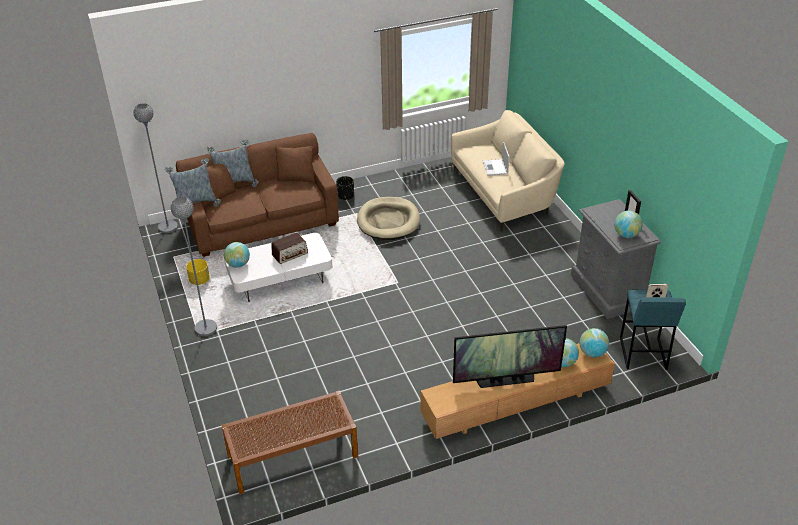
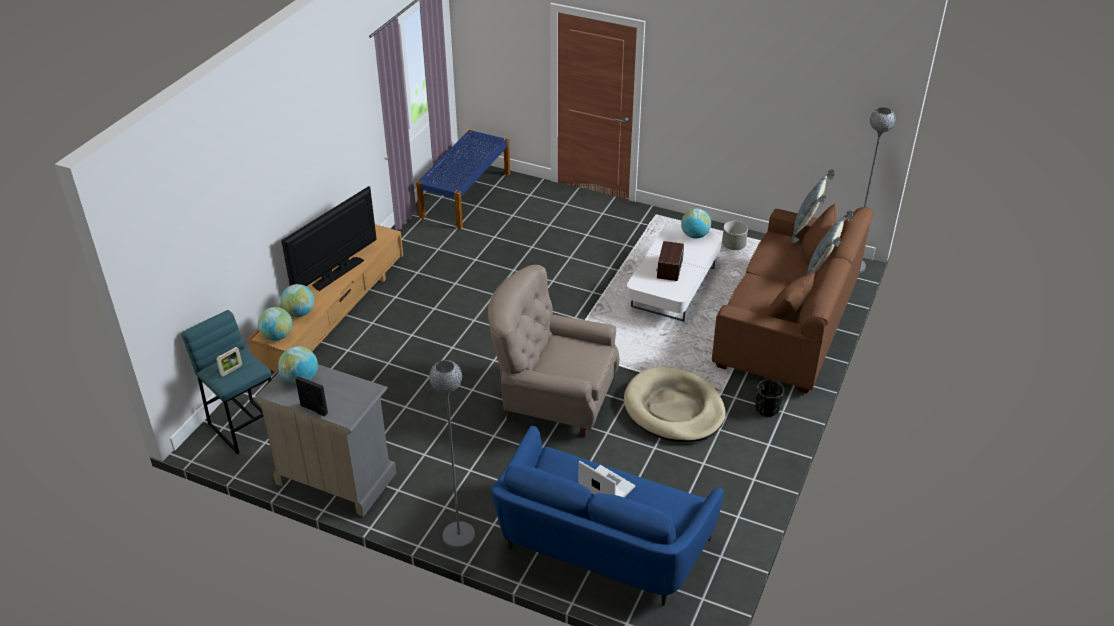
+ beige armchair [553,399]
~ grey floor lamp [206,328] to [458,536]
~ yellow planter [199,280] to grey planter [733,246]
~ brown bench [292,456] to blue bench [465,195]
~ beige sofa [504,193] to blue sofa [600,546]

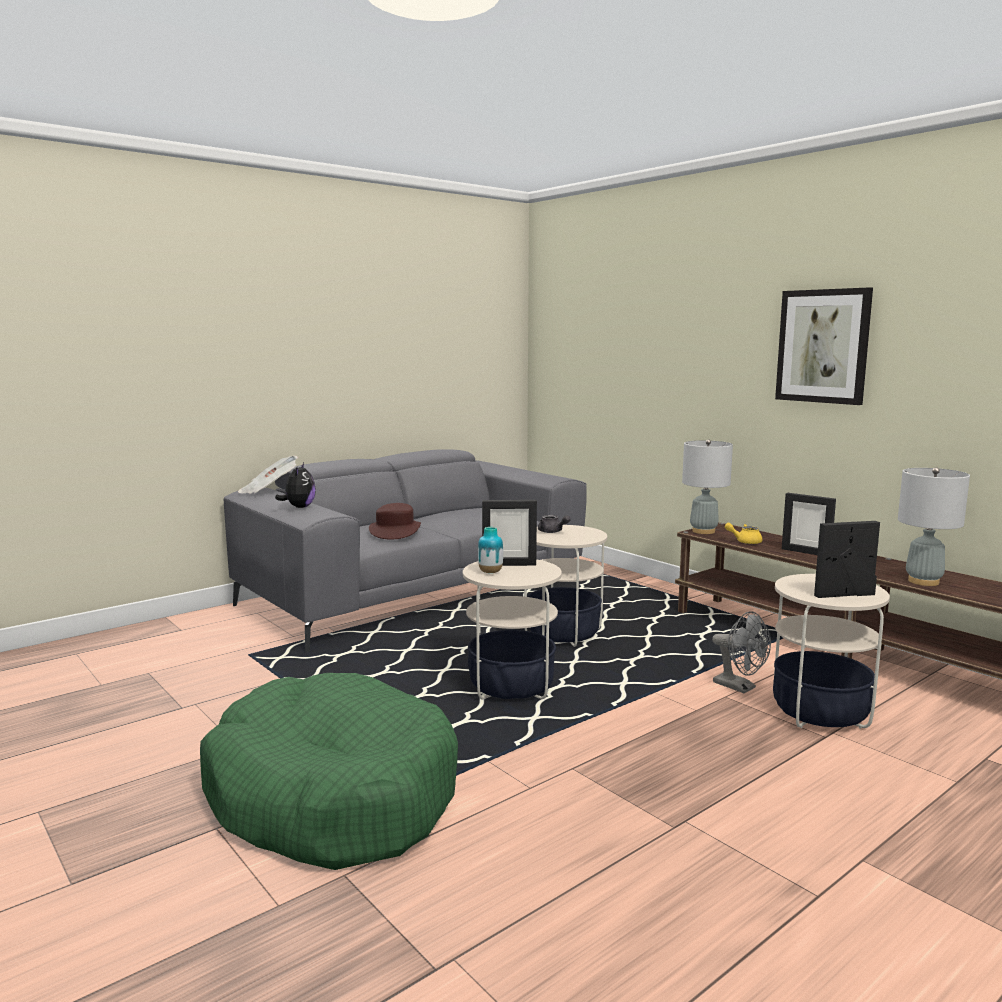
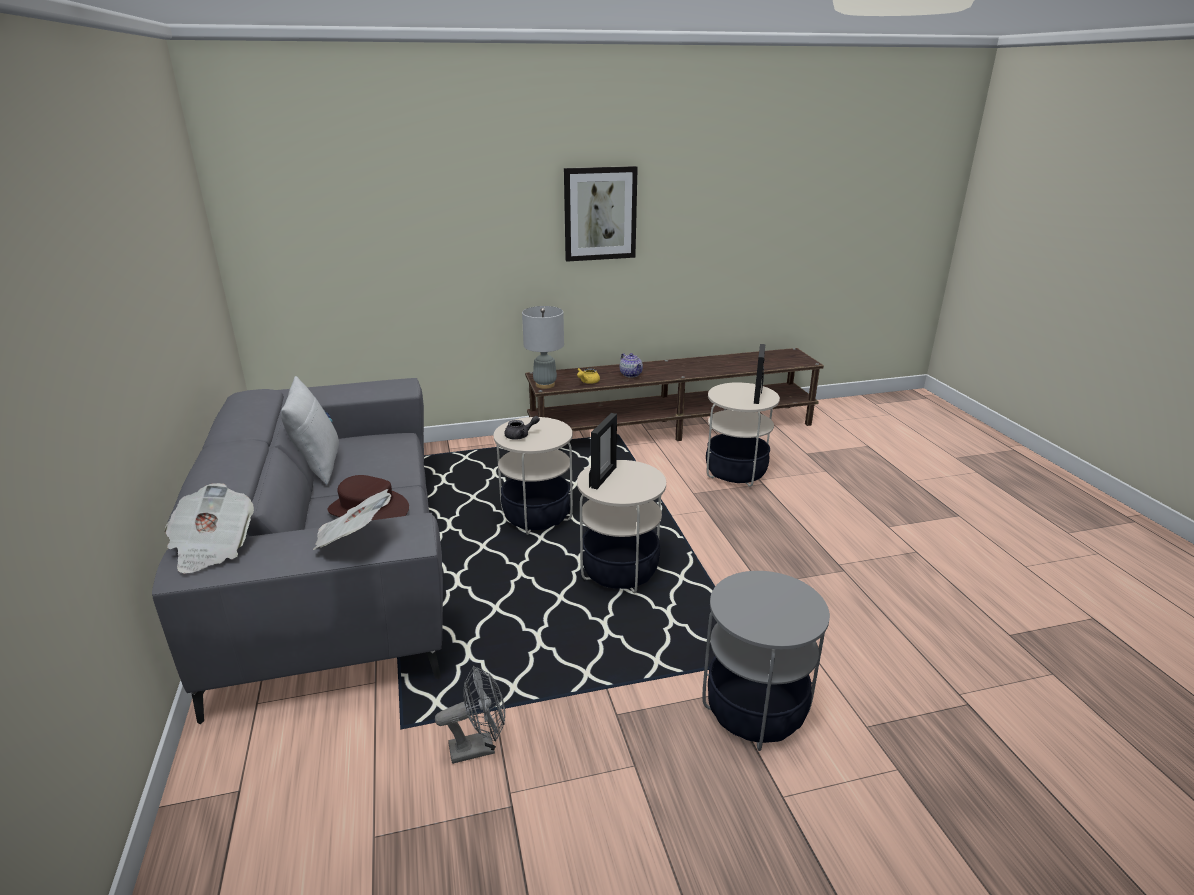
- vase [490,572]
- grey table lamp [923,581]
+ grey pillow [318,466]
~ grey fan [740,687] to [479,747]
~ green dog bed [332,795] to grey side table [754,713]
~ plush toy [299,507] to newspaper [353,538]
~ picture frame [806,552] to teapot [631,374]

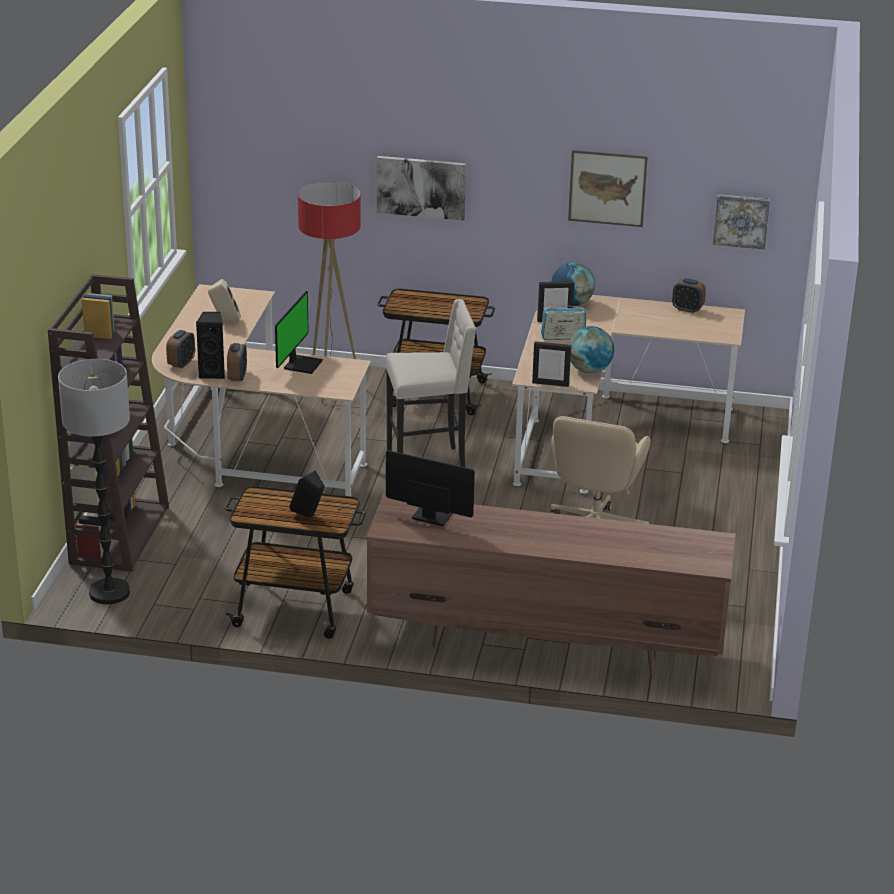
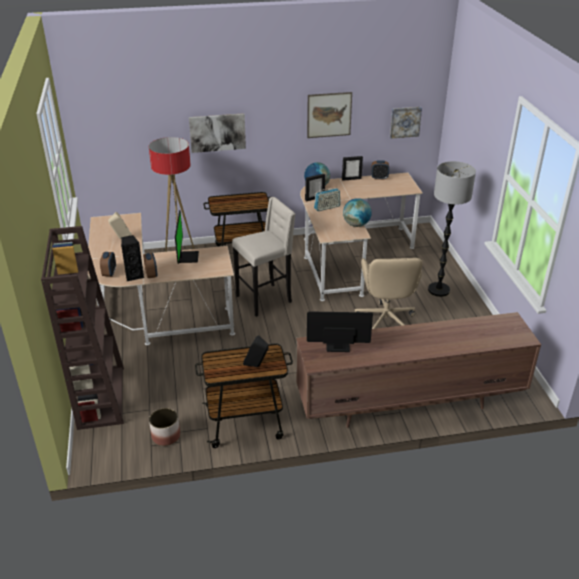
+ planter [166,436]
~ floor lamp [110,593] to [439,290]
~ picture frame [550,383] to [351,179]

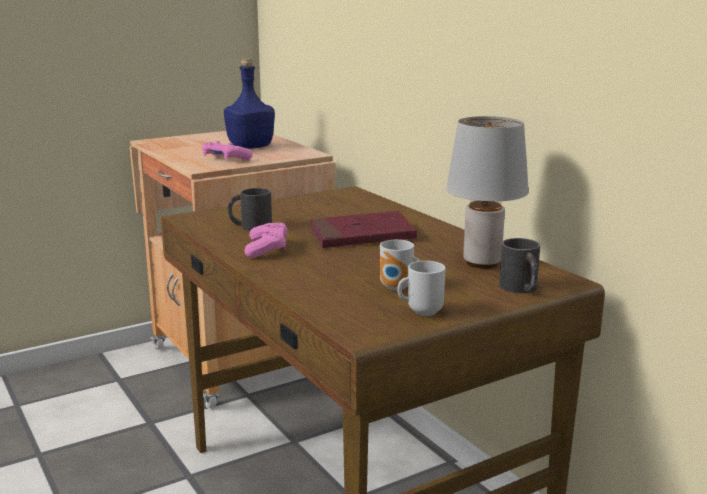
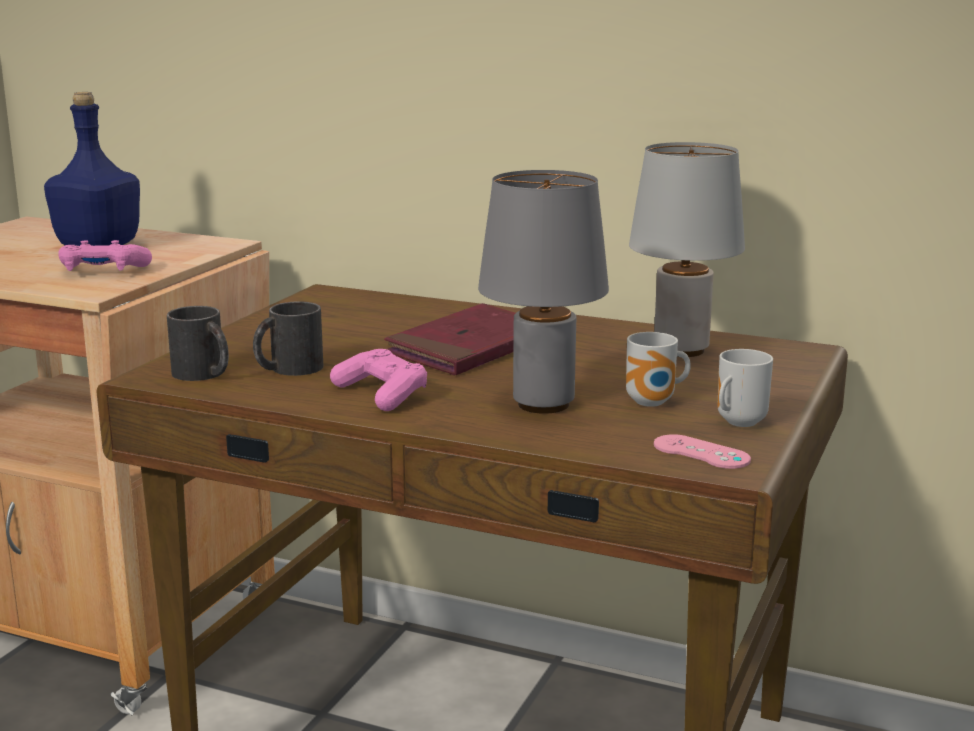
+ grey table lamp [542,405]
+ pink game controller [701,452]
~ black mug [521,289] to [205,374]

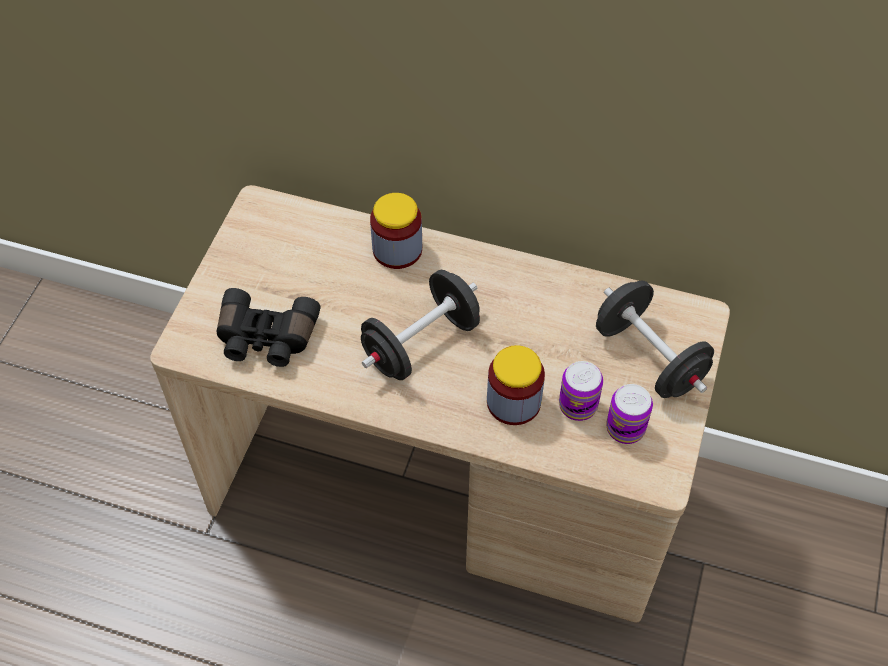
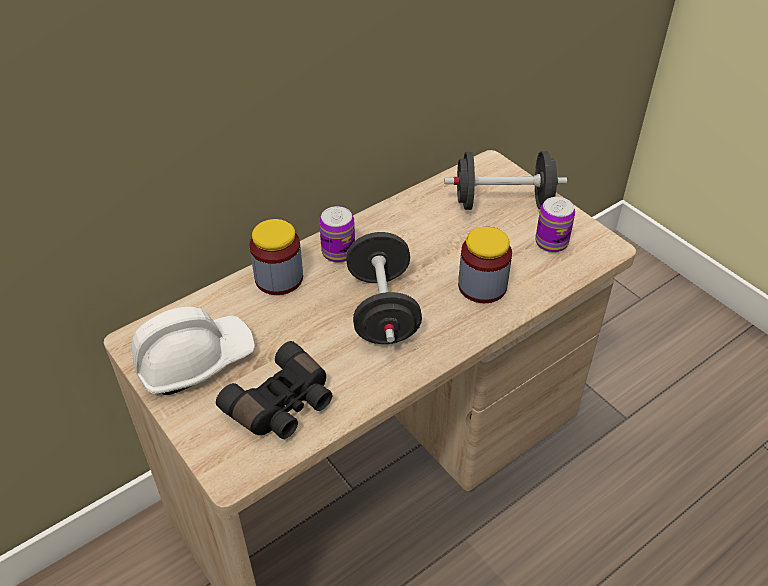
+ white hard hat [194,360]
~ can [578,405] to [338,252]

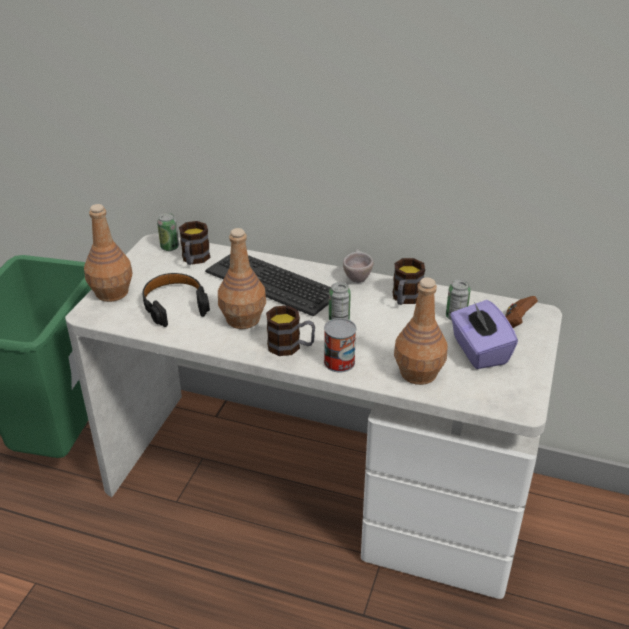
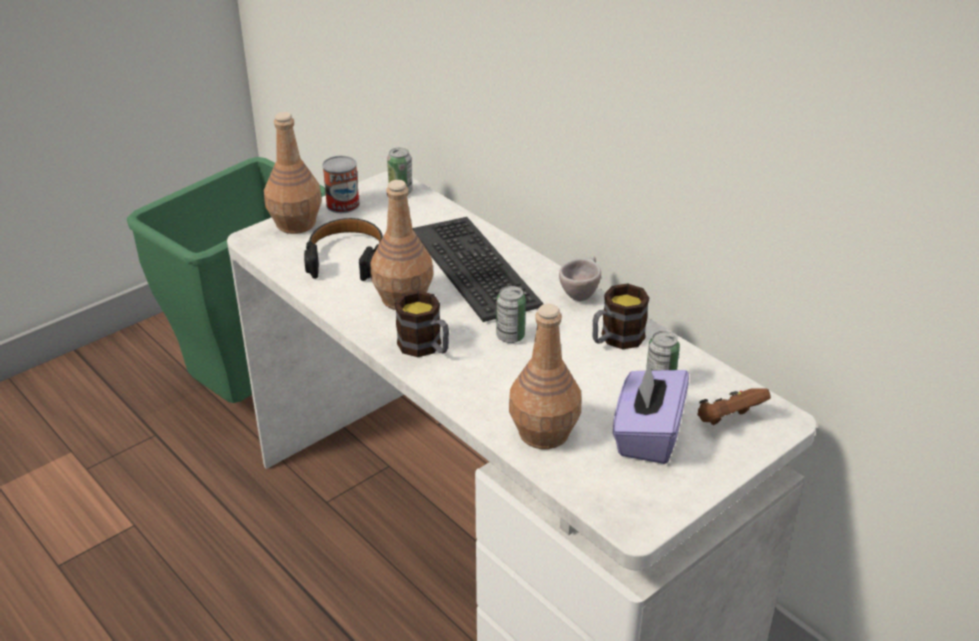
- mug [194,260]
~ can [339,362] to [343,204]

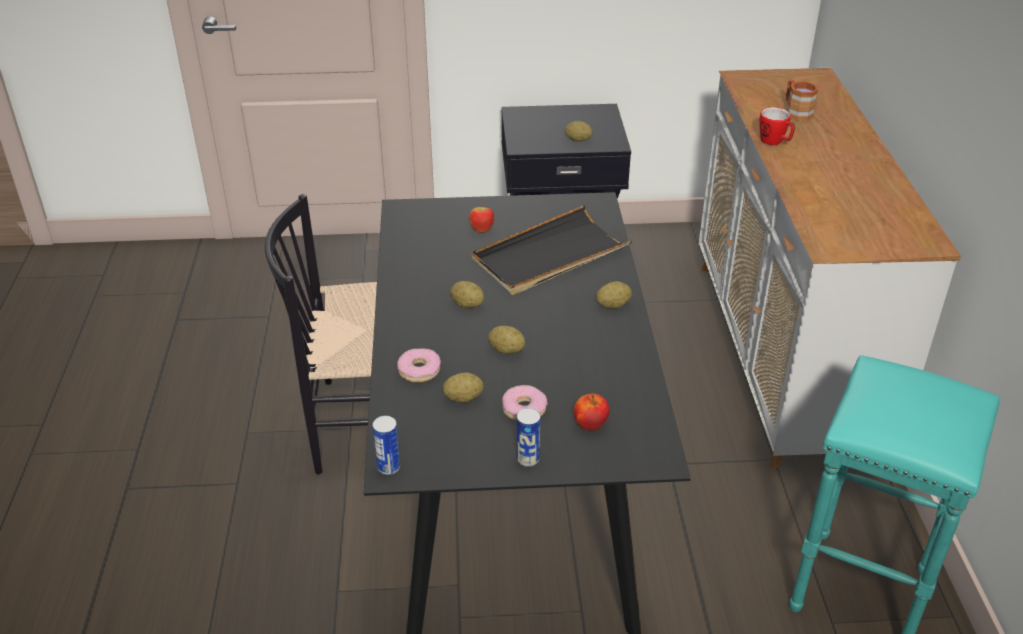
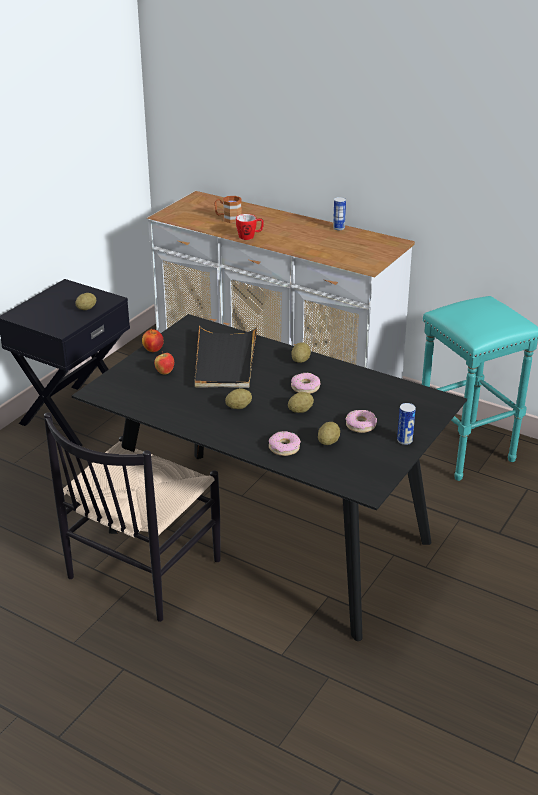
+ donut [305,387]
~ can [388,467] to [338,228]
~ apple [590,424] to [153,349]

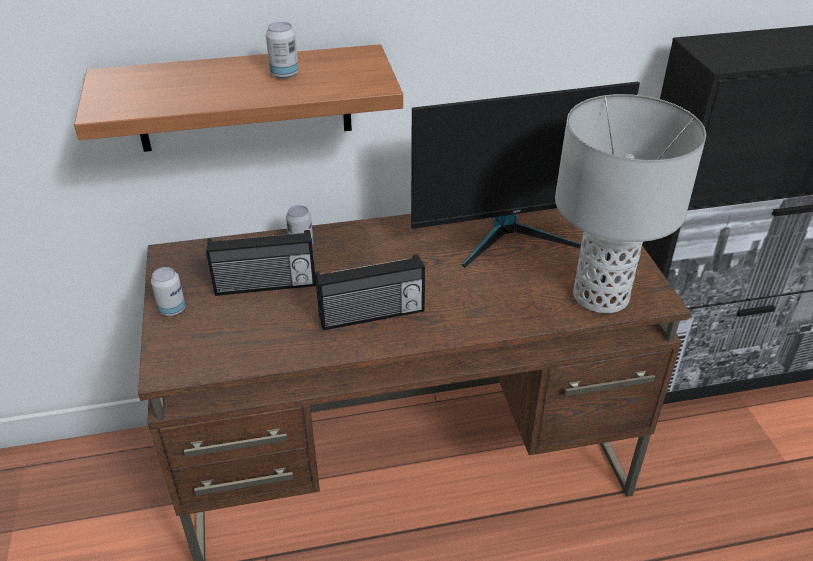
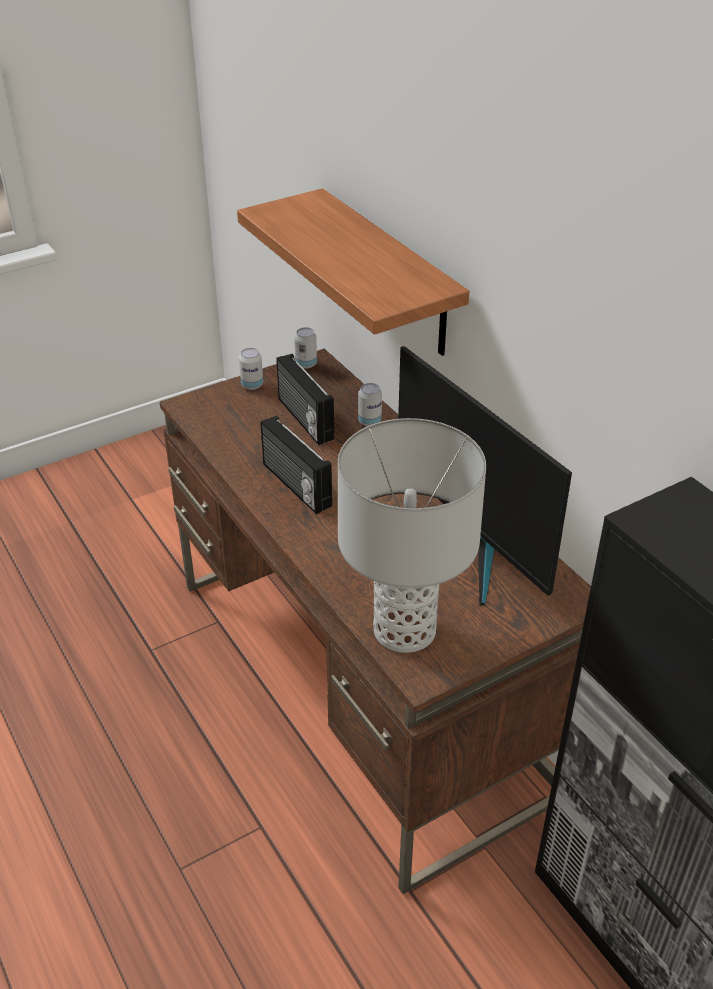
~ can [284,74] to [306,364]

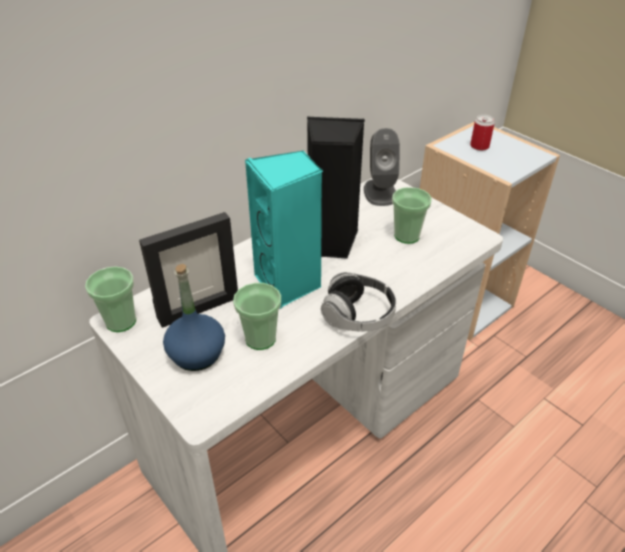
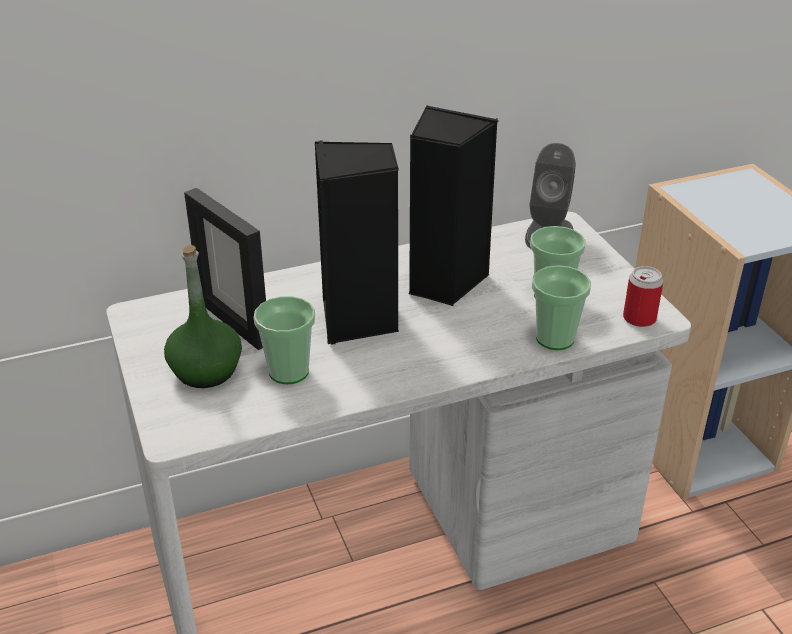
- headphones [358,315]
~ cup [121,321] to [555,338]
~ can [479,146] to [639,318]
~ blue bottle [197,354] to green bottle [205,371]
~ turquoise speaker [289,285] to black speaker [359,320]
~ picture frame [198,308] = [235,322] 60 degrees clockwise

